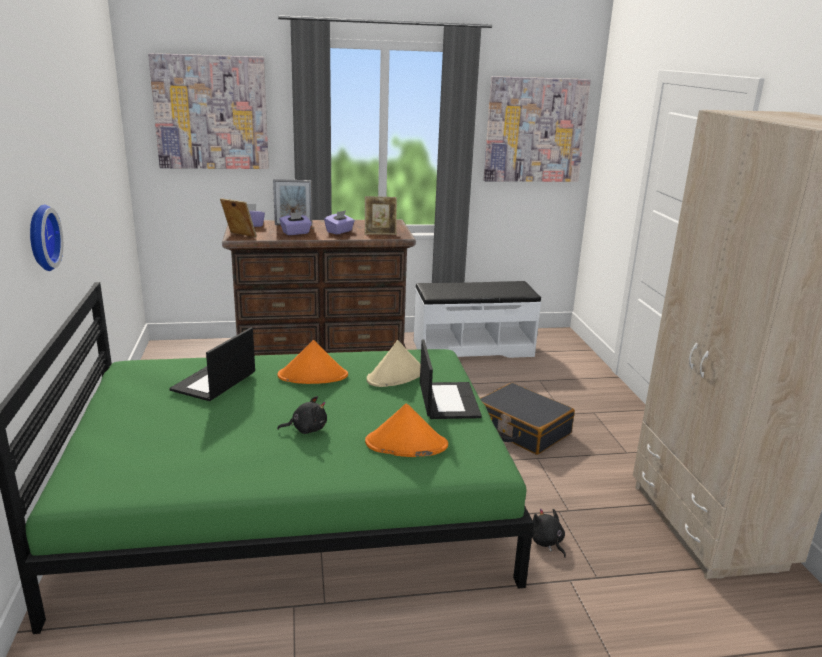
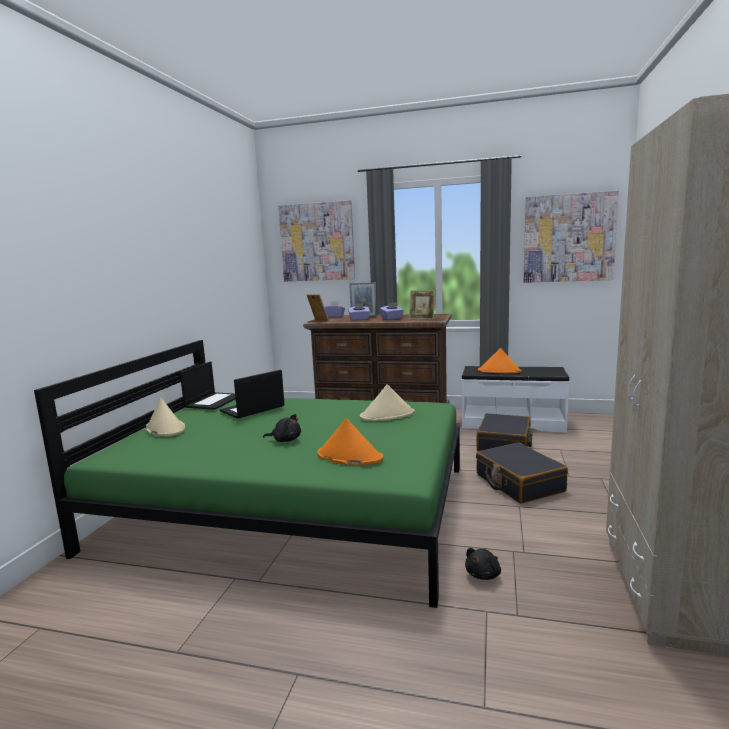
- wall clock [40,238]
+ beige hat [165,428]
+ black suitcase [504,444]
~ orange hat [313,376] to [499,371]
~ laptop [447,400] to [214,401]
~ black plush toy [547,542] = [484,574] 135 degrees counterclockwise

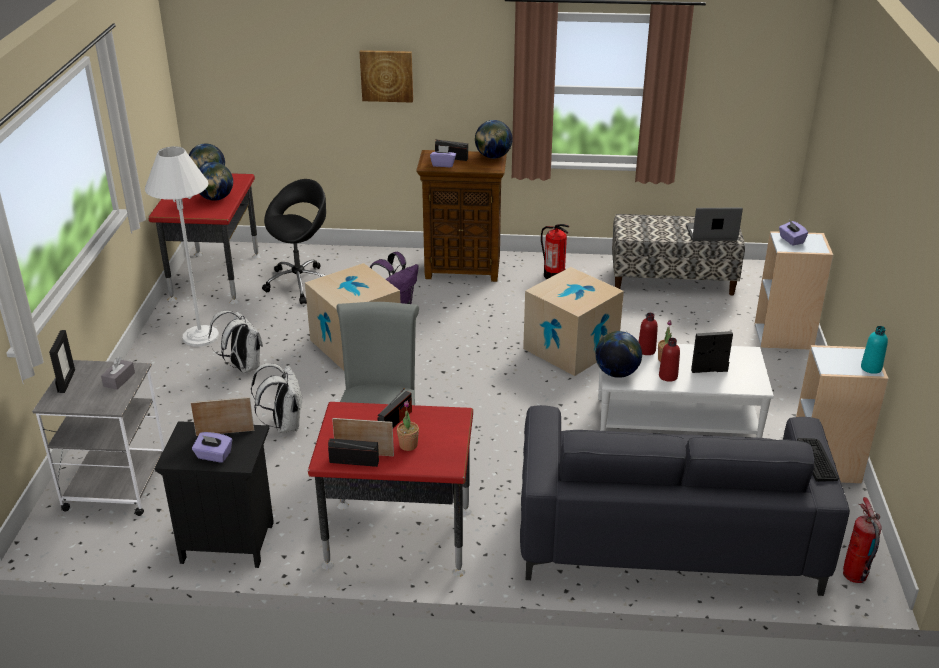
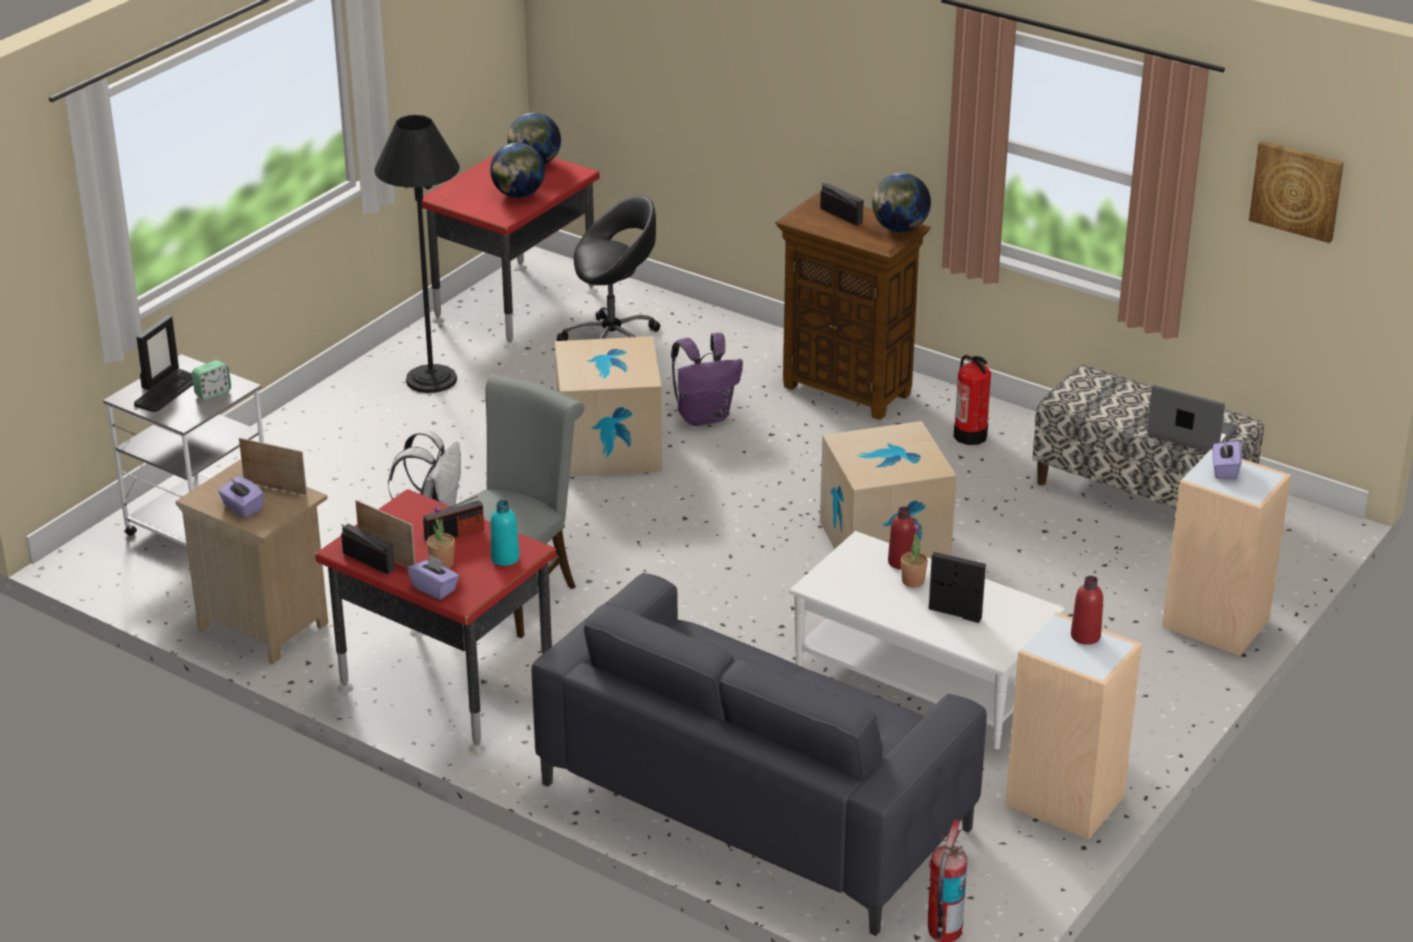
- white backpack [242,367]
- globe [617,373]
~ picture [387,75] to [1297,190]
~ purple tissue box [443,164] to [434,588]
~ red bottle [668,376] to [1085,636]
~ keyboard [817,460] to [167,392]
~ turquoise bottle [871,368] to [505,558]
~ grey tissue box [119,379] to alarm clock [213,393]
~ white floor lamp [200,336] to black floor lamp [431,379]
~ black nightstand [227,540] to beige nightstand [264,624]

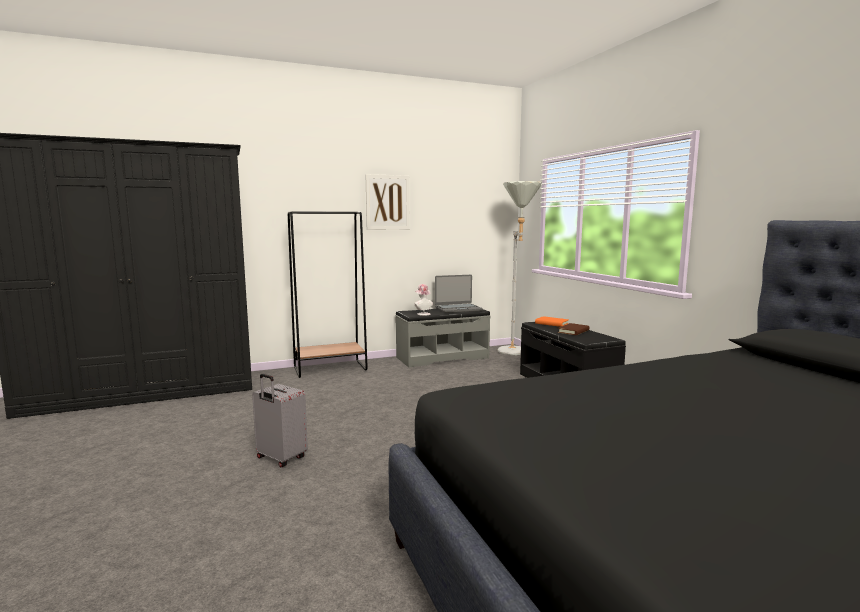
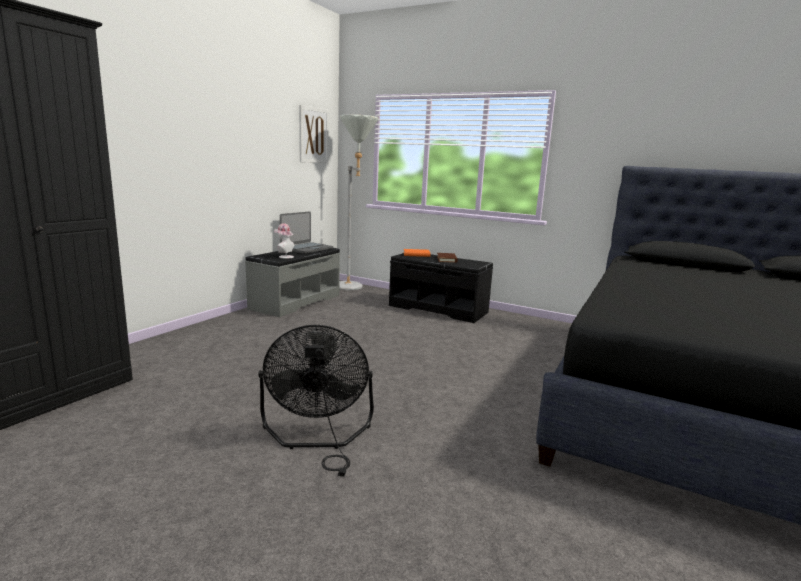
- clothes rack [330,369]
~ picture [387,202] to [313,135]
~ grey suitcase [280,458] to black fan [319,439]

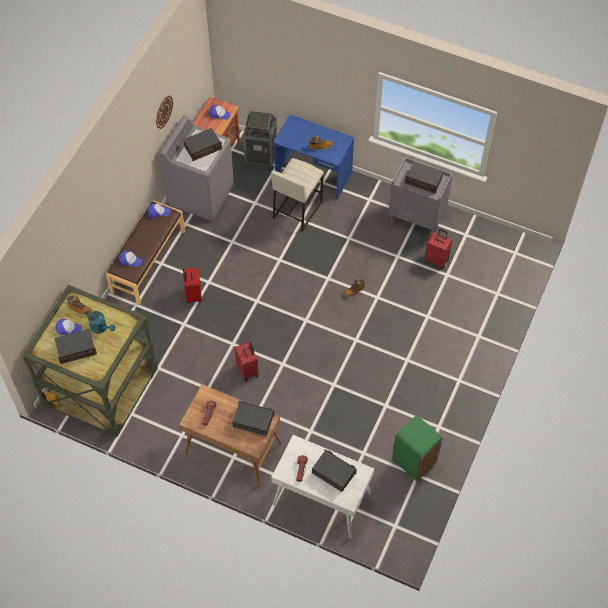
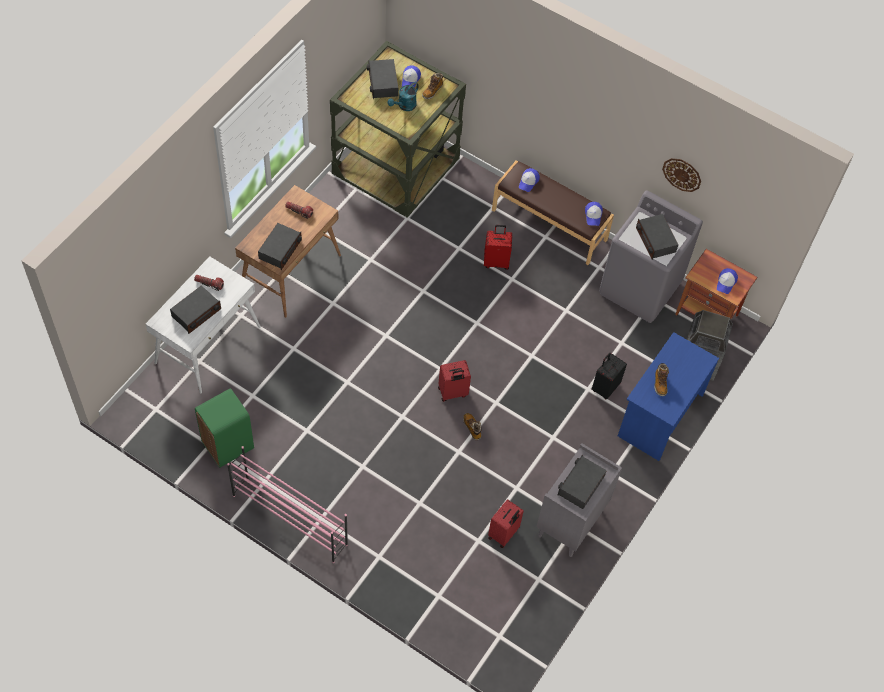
+ pink shoe rack [289,519]
~ red suitcase [248,370] to [452,393]
~ beige stool [297,210] to black suitcase [605,387]

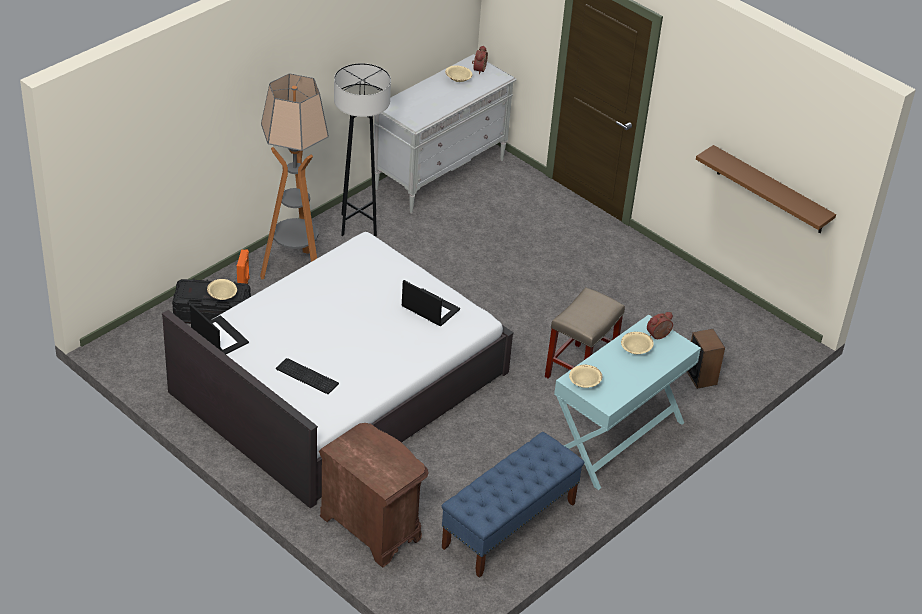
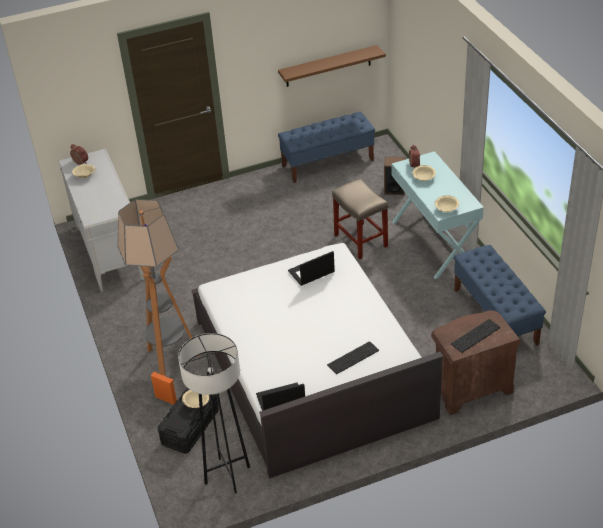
+ blue bench [328,163]
+ keyboard [475,336]
~ grey floor lamp [358,225] to [227,475]

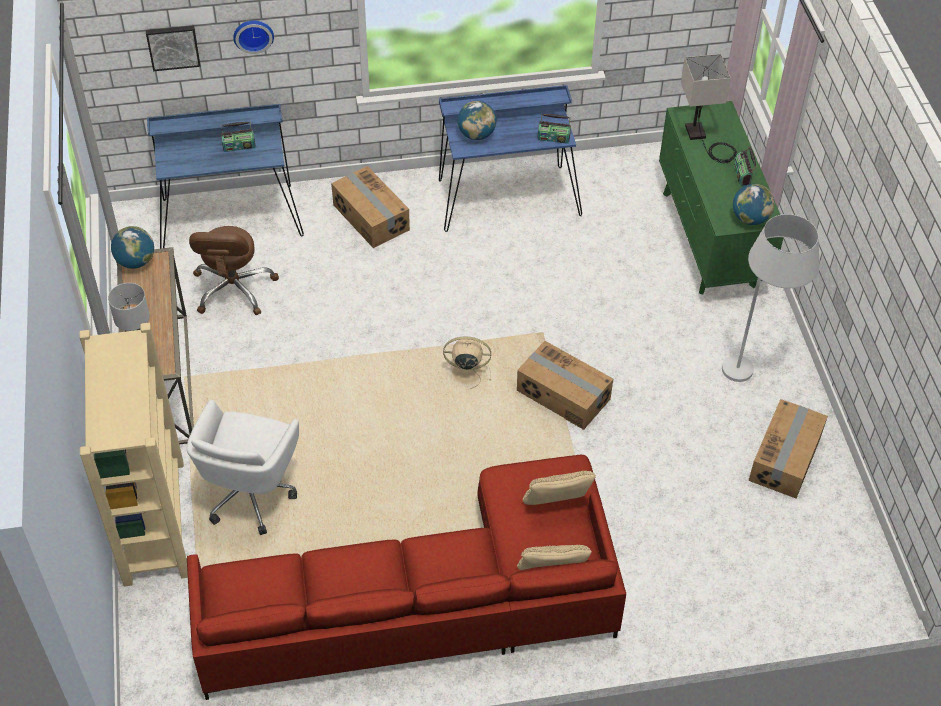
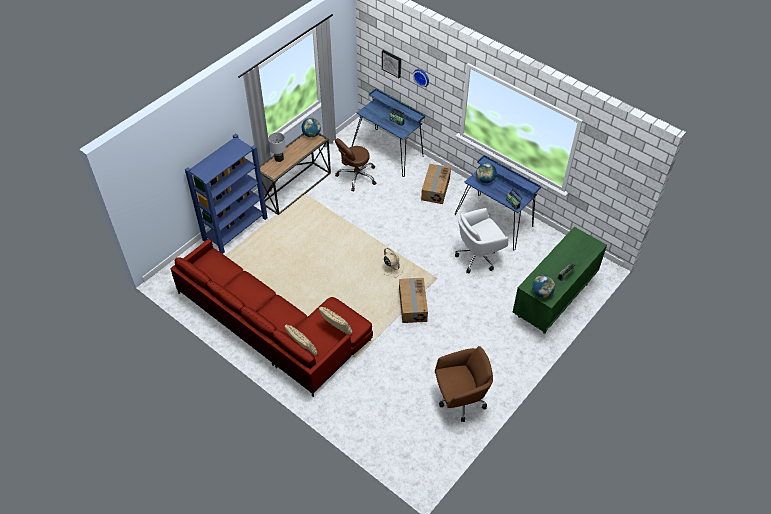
- table lamp [705,141]
- white floor lamp [754,374]
~ white office chair [252,494] to [478,257]
~ cardboard box [785,458] to brown office chair [460,401]
~ beige bookcase [154,521] to blue bookcase [235,228]

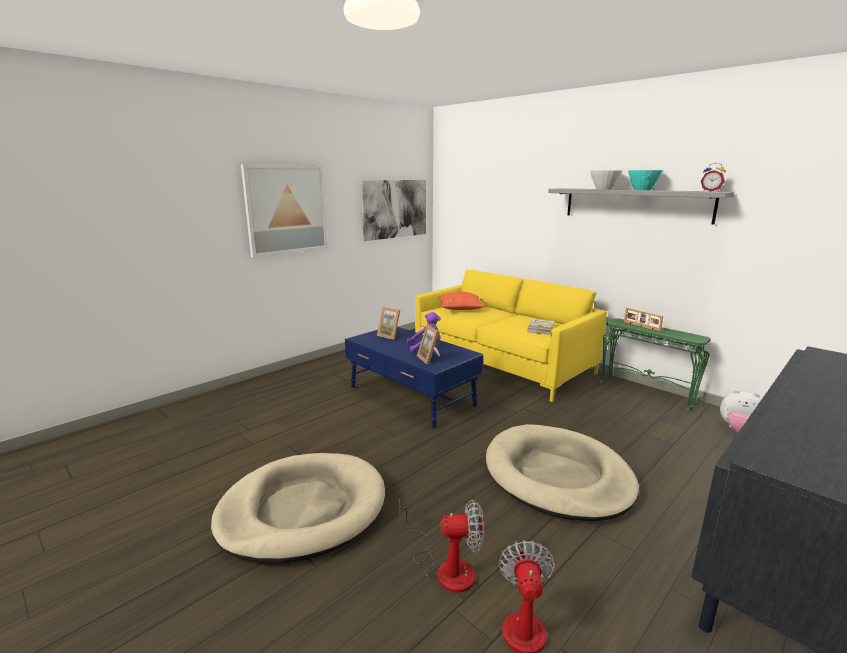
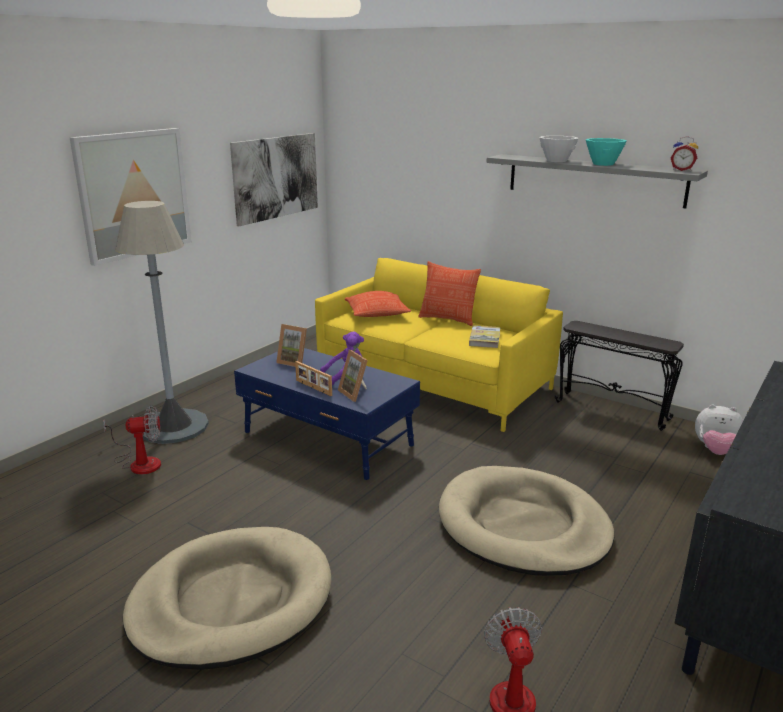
+ grey floor lamp [173,426]
+ orange pillow [448,319]
~ fan [446,567] to [139,462]
~ picture frame [641,326] to [313,388]
~ green side table [646,393] to black side table [611,411]

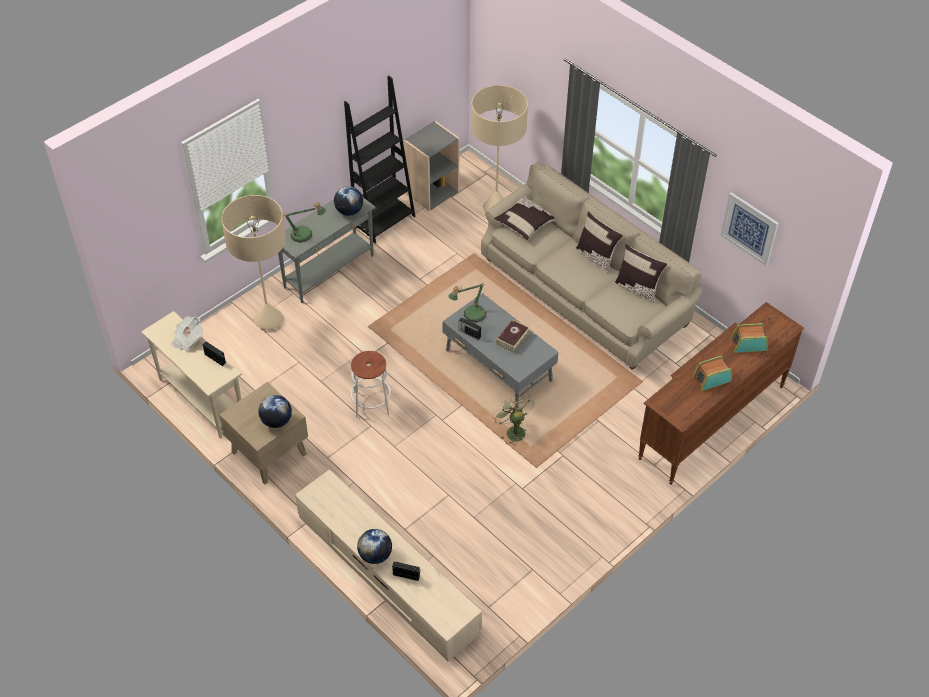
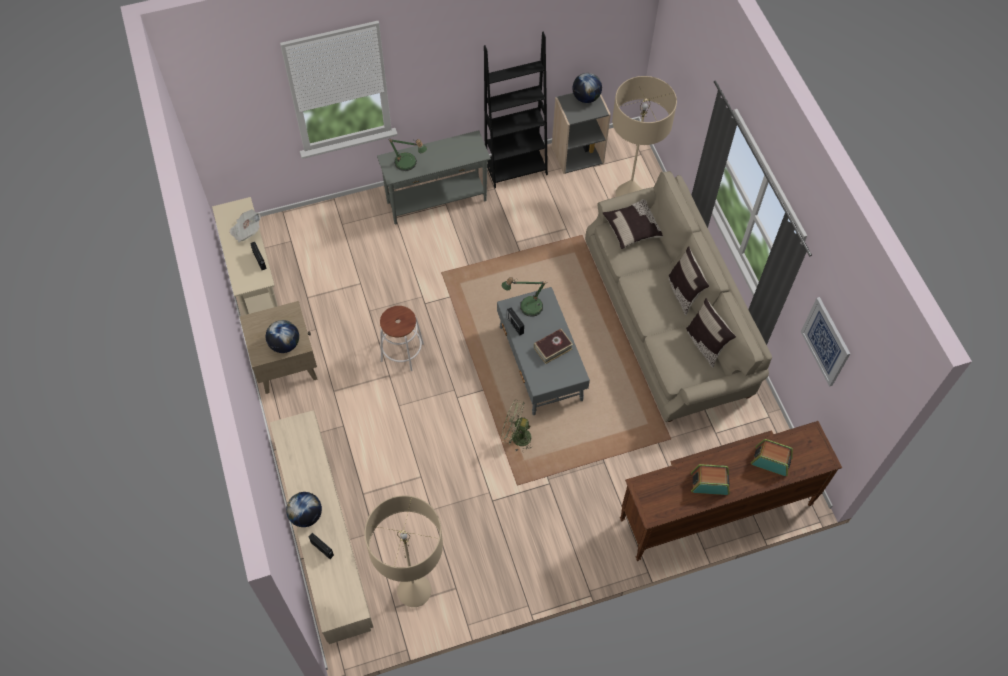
~ beige floor lamp [269,321] to [414,592]
~ globe [349,211] to [586,98]
~ green fan [513,430] = [516,437] 75 degrees counterclockwise

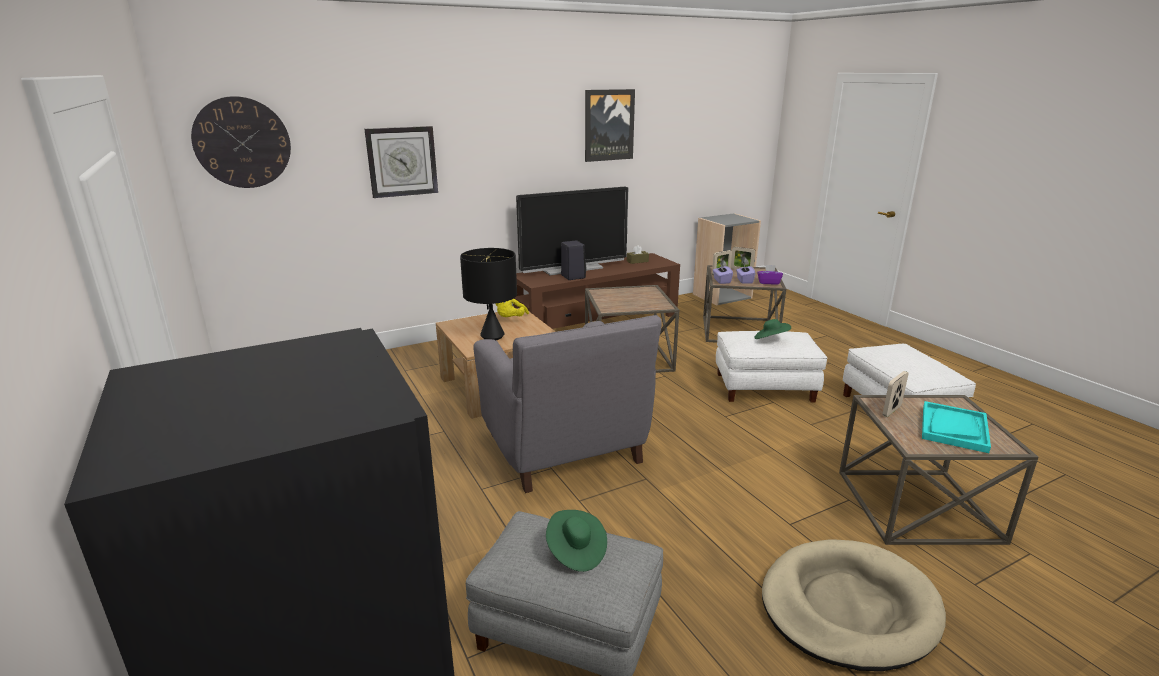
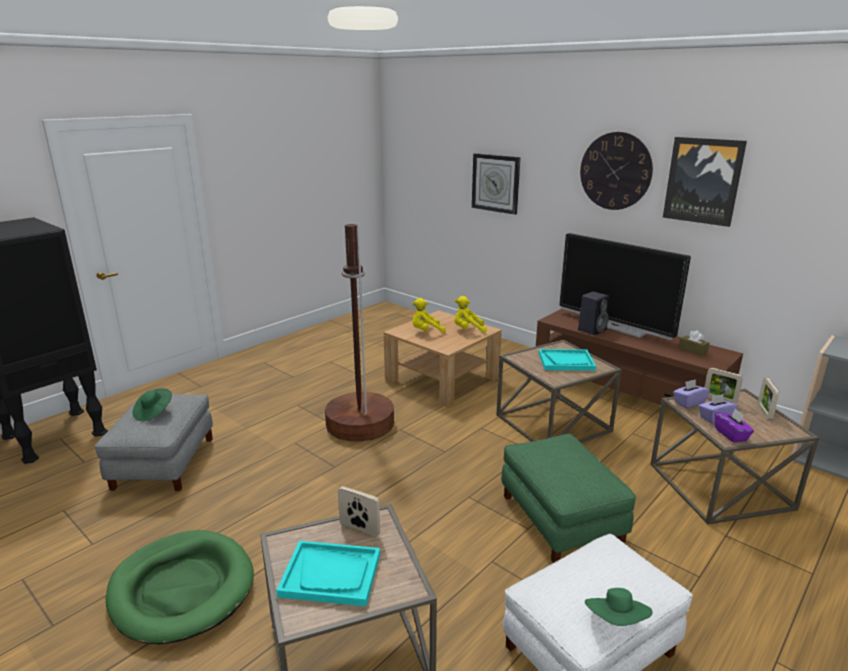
+ turquoise tray [566,361]
~ wall clock [242,143] to [615,171]
~ green hat [770,339] to [616,621]
~ black table lamp [492,337] to yellow plush toy [426,331]
~ grey armchair [564,450] to brown floor lamp [359,424]
~ white ottoman [764,388] to green ottoman [559,519]
~ beige dog bed [848,607] to green dog bed [182,589]

